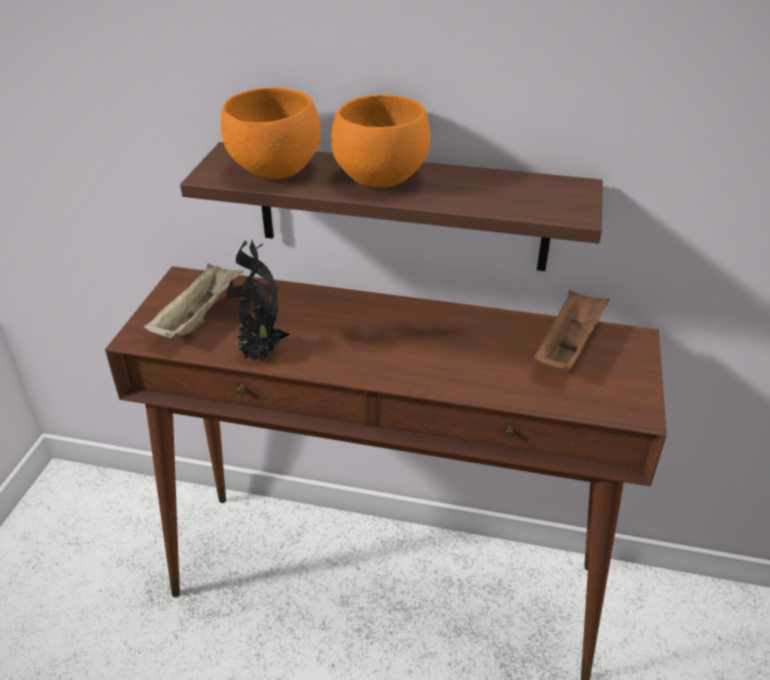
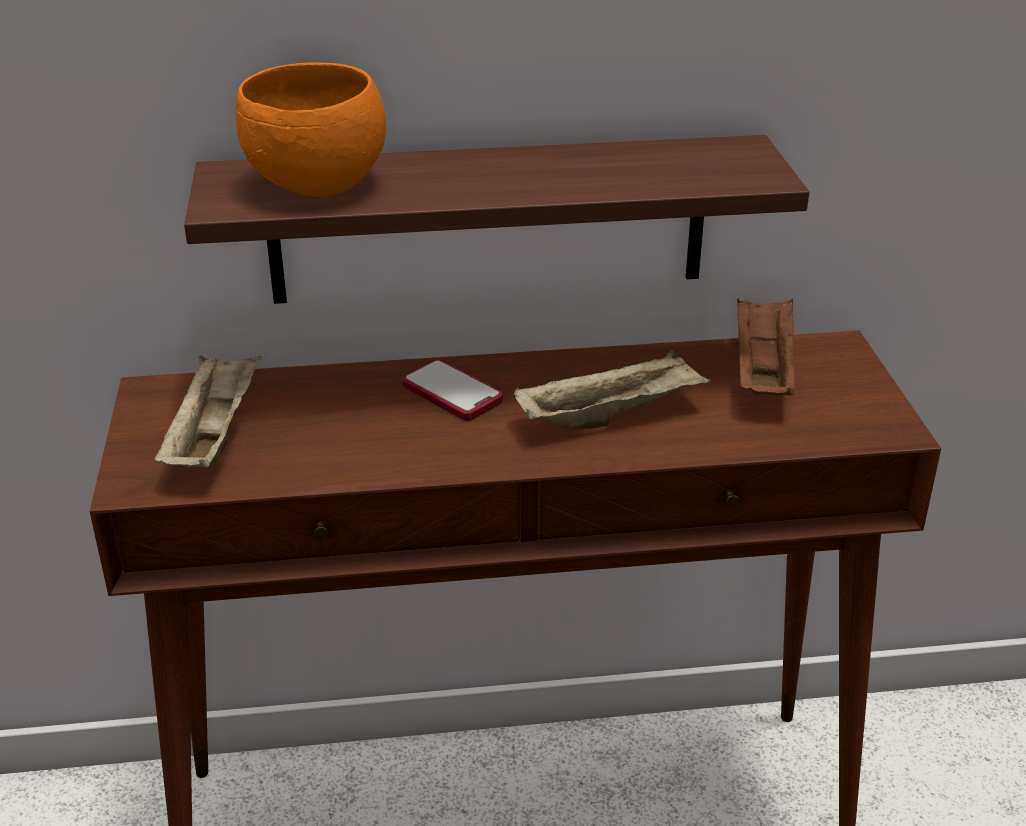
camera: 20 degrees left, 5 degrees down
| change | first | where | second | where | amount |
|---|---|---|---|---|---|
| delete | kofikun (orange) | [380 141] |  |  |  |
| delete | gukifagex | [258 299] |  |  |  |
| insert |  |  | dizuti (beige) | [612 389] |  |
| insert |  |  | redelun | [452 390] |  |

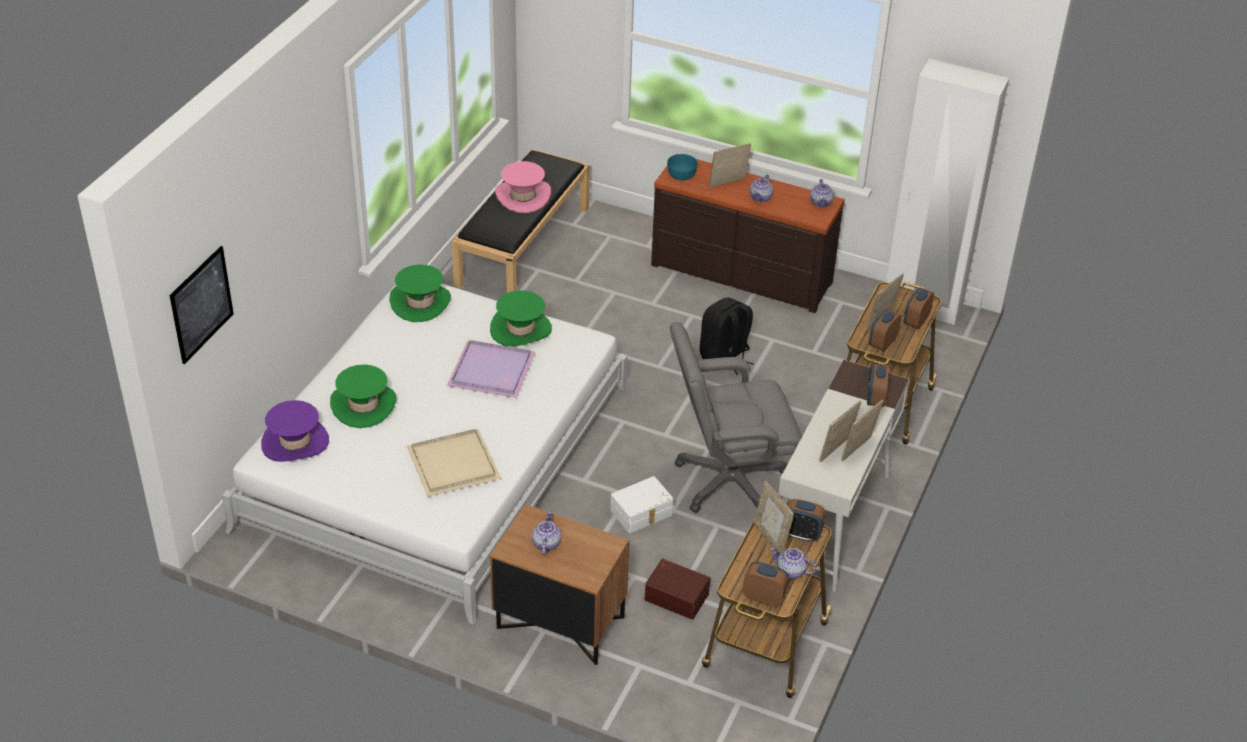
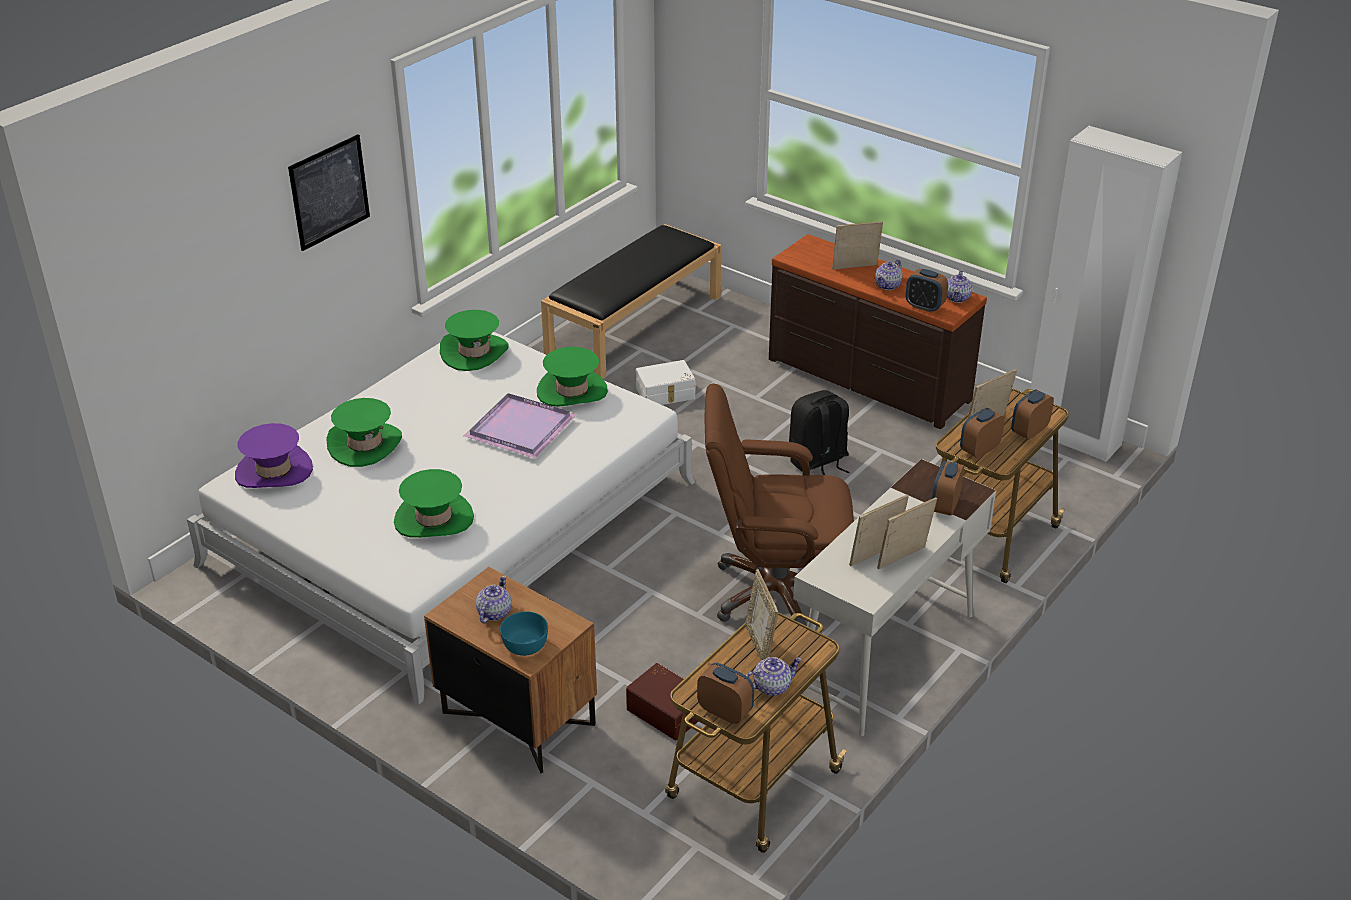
camera: 15 degrees right, 5 degrees down
| change | first | where | second | where | amount |
|---|---|---|---|---|---|
| move | kofikun (turquoise) | [682 167] |  | [524 633] |  |
| delete | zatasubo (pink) | [523 187] |  |  |  |
| move | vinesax | [201 305] |  | [329 192] |  |
| recolor | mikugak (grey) | [736 417] | mikugak (brown) | [779 504] |  |
| replace | dizuti (beige) | [453 463] | zatasubo (green) | [434 503] |  |
| move | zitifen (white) | [642 504] |  | [665 382] |  |
| move | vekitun | [806 520] |  | [927 291] |  |
| rotate | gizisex | [793 563] |  | [774 676] | 120 degrees clockwise |

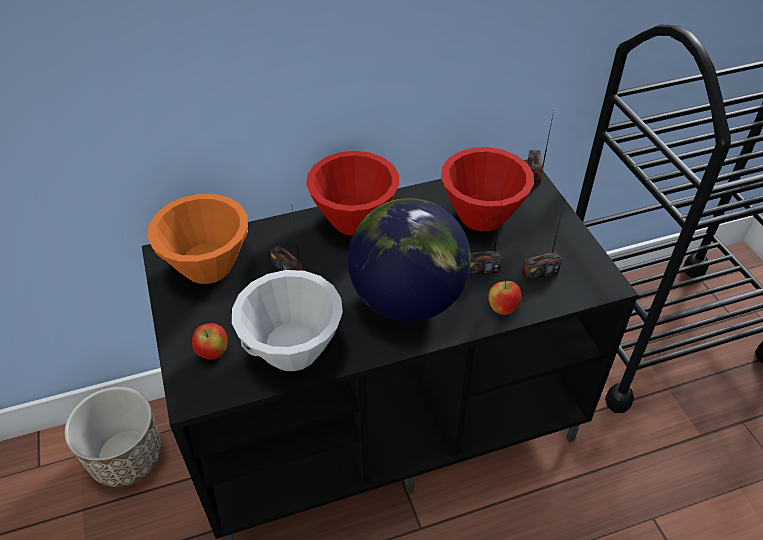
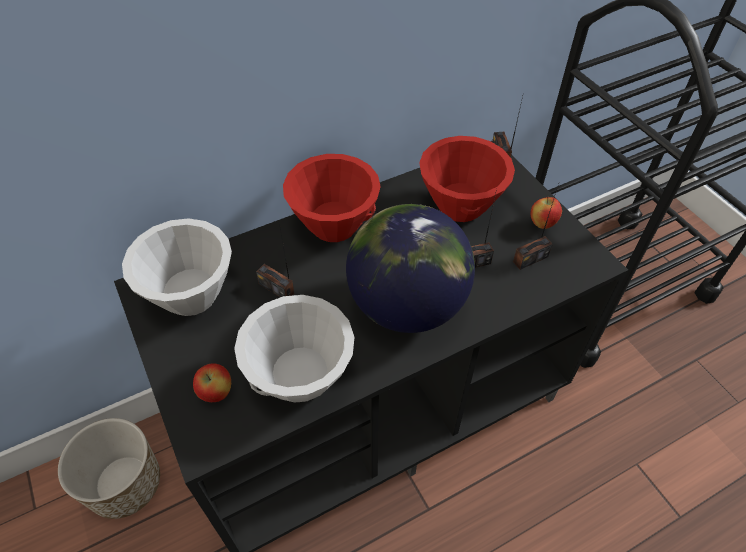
camera: 10 degrees left, 5 degrees up
| change | first | where | second | where | amount |
|---|---|---|---|---|---|
| recolor | kofikun (orange) | [197 239] | kofikun (white) | [177 267] |  |
| move | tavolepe | [505 297] |  | [546 213] |  |

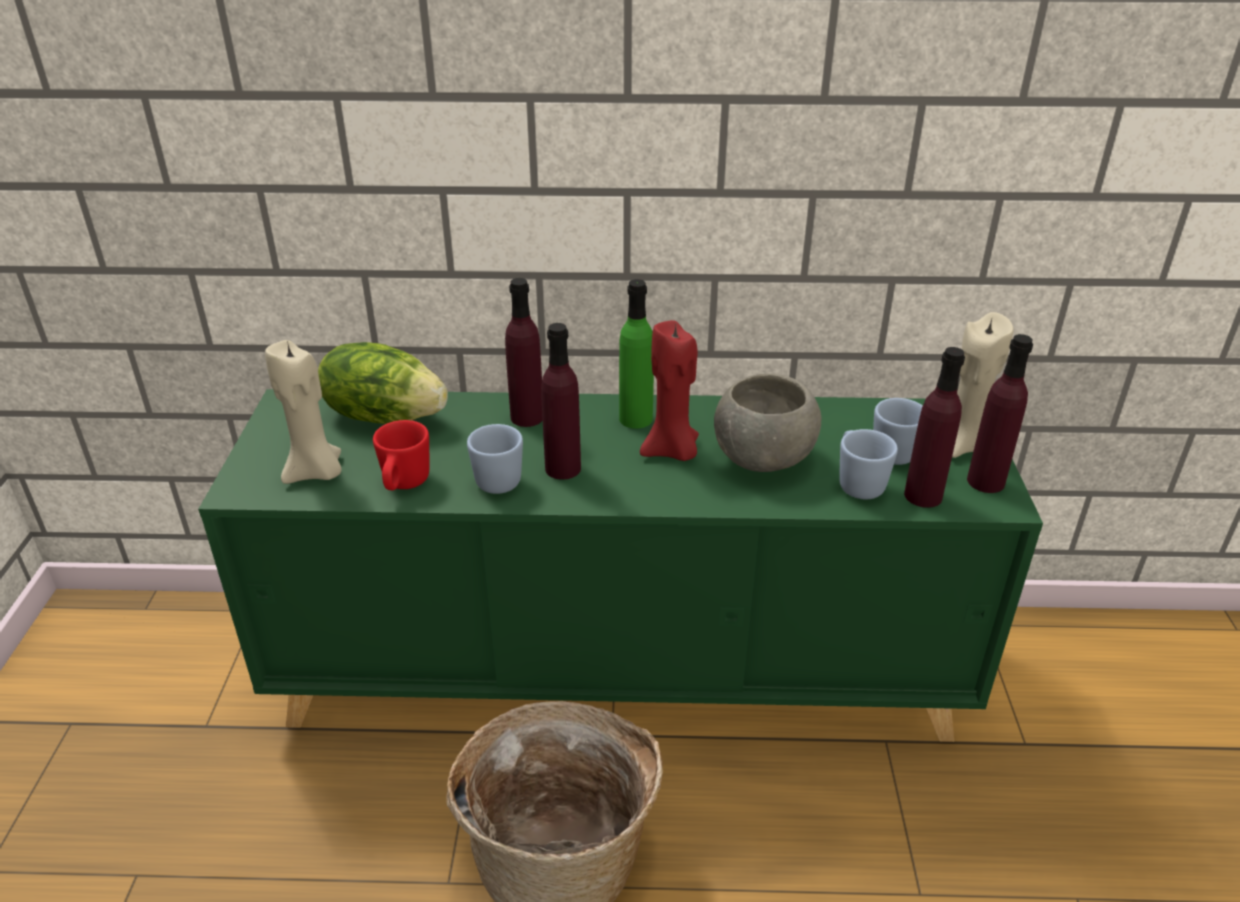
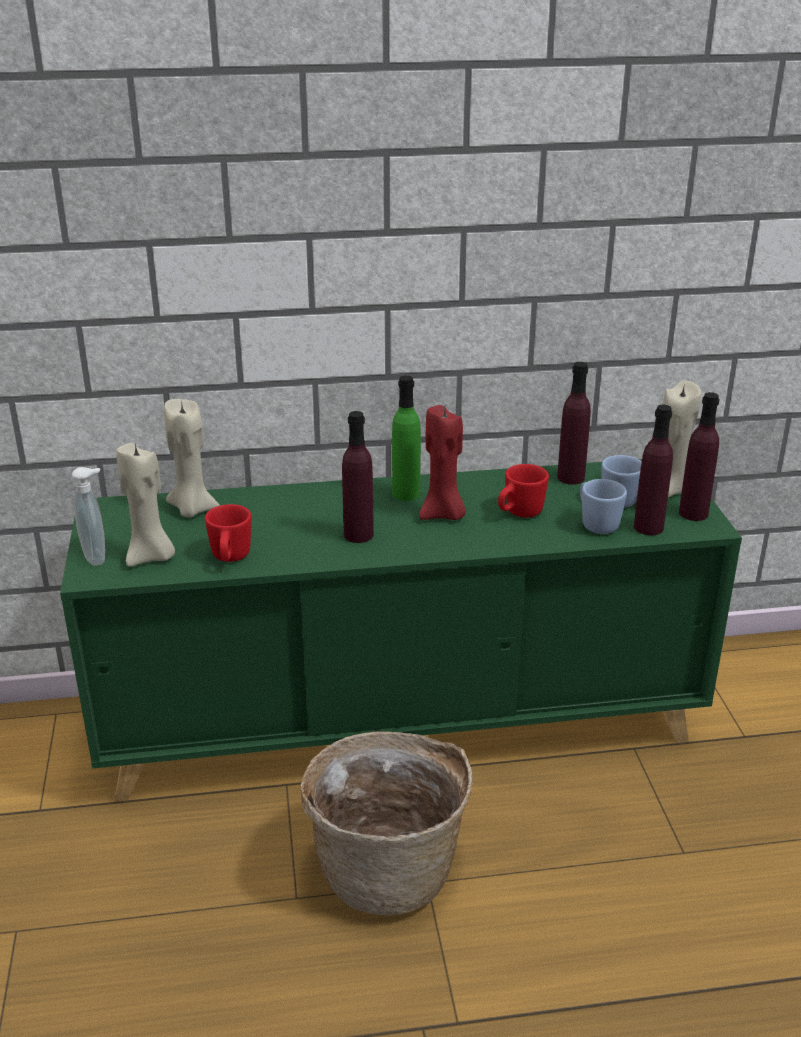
camera: 10 degrees left, 5 degrees down
| change | first | where | second | where | amount |
|---|---|---|---|---|---|
| move | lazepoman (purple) | [524 352] |  | [574 423] |  |
| replace | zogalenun | [383 383] | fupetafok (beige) | [192 458] |  |
| replace | kofikun (grey) | [768 422] | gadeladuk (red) | [523 491] |  |
| delete | gadeladuk (blue) | [495 459] |  |  |  |
| insert |  |  | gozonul | [88 516] |  |

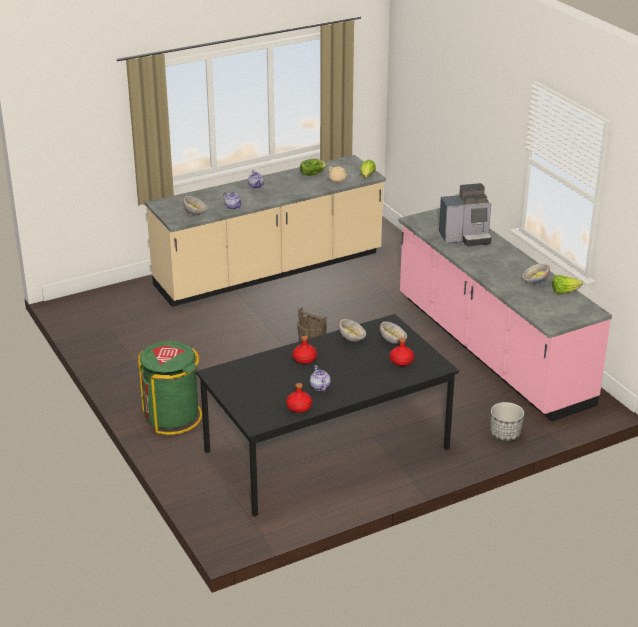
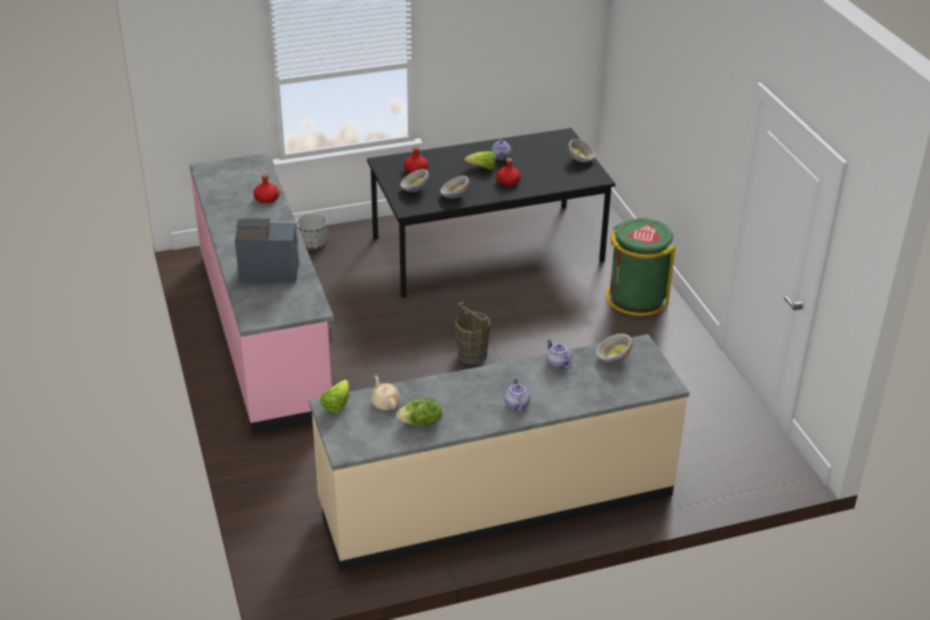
camera: 170 degrees left, 5 degrees up
| change | first | where | second | where | amount |
|---|---|---|---|---|---|
| move | kofikun | [536 273] |  | [581 150] |  |
| move | zogalenun | [567 284] |  | [480 160] |  |
| move | lazepoman (red) | [299 398] |  | [266 188] |  |

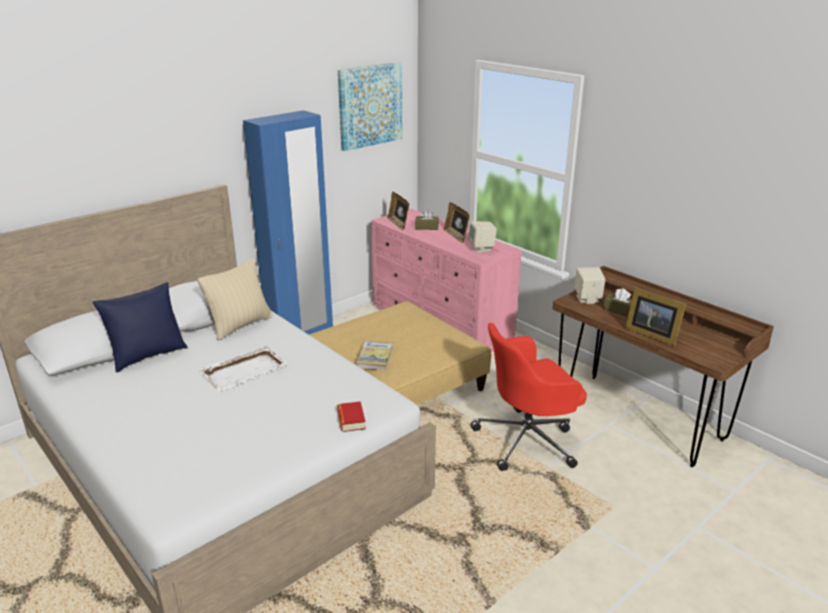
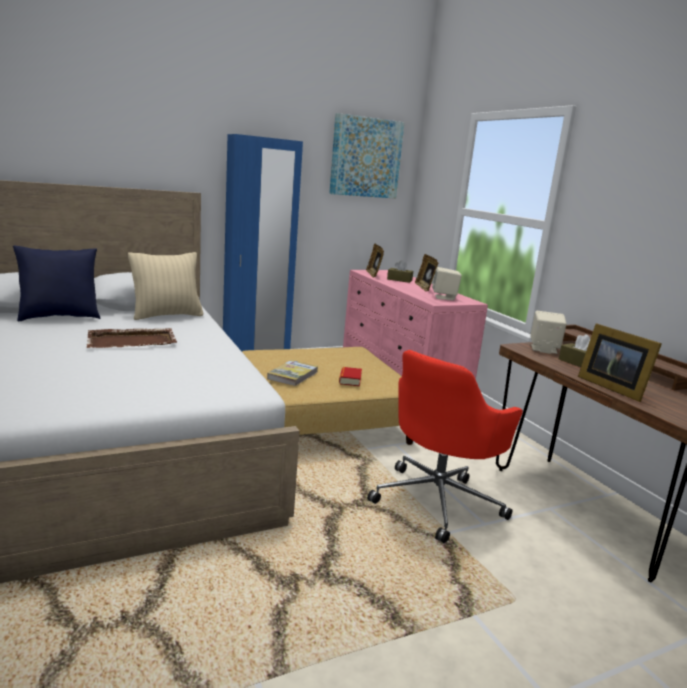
camera: 15 degrees right, 10 degrees down
| change | first | where | second | where | amount |
|---|---|---|---|---|---|
| rotate | mikugak (red) | [529 397] |  | [445 446] | 45 degrees counterclockwise |
| recolor | dizuti (white) | [243 369] | dizuti (brown) | [131 338] |  |
| move | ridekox | [351 416] |  | [350 376] |  |

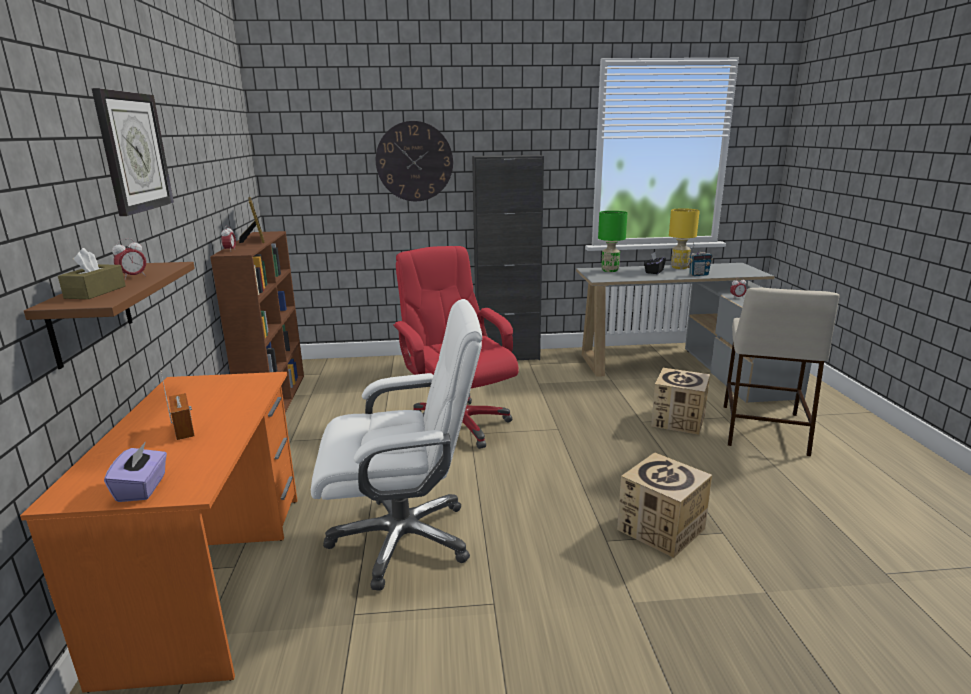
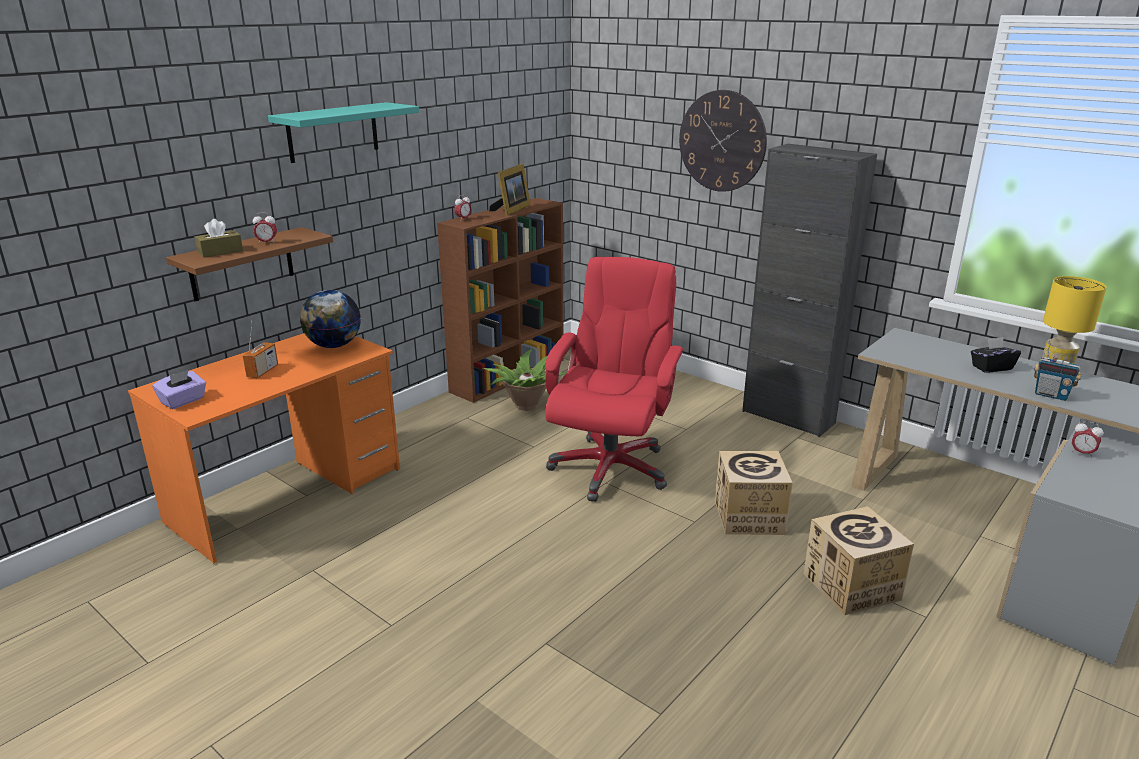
camera: 45 degrees right, 5 degrees up
| change | first | where | second | where | amount |
|---|---|---|---|---|---|
| replace | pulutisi | [132 152] | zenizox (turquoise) | [343 132] |  |
| delete | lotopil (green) | [612 241] |  |  |  |
| delete | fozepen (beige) | [781 372] |  |  |  |
| delete | mikugak (white) | [396 445] |  |  |  |
| move | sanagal | [664 505] |  | [754 493] |  |
| insert |  |  | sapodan | [330 319] |  |
| insert |  |  | gukifagex | [524 380] |  |

